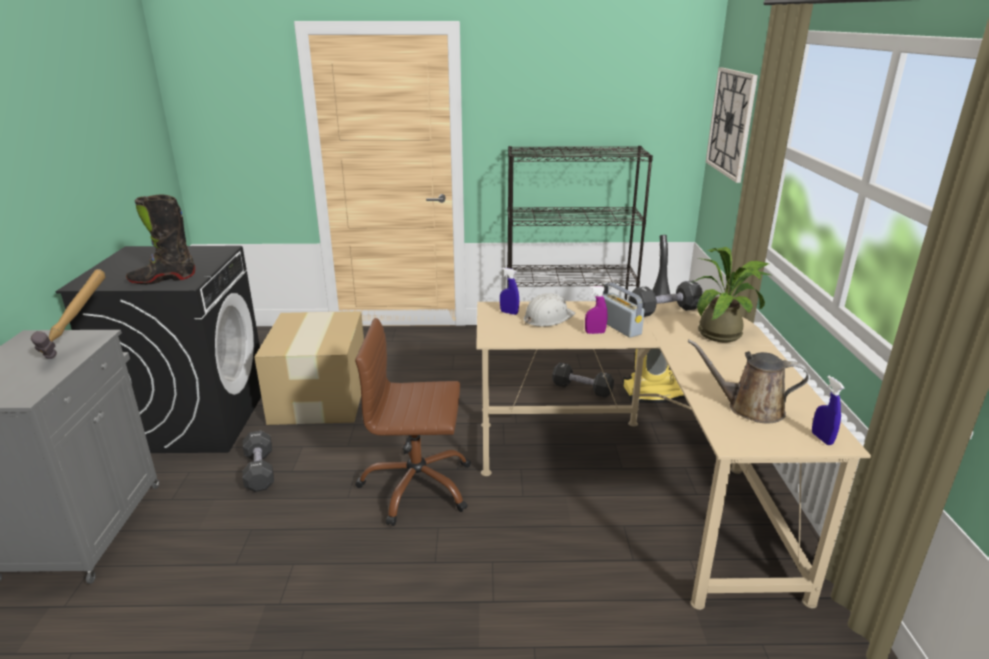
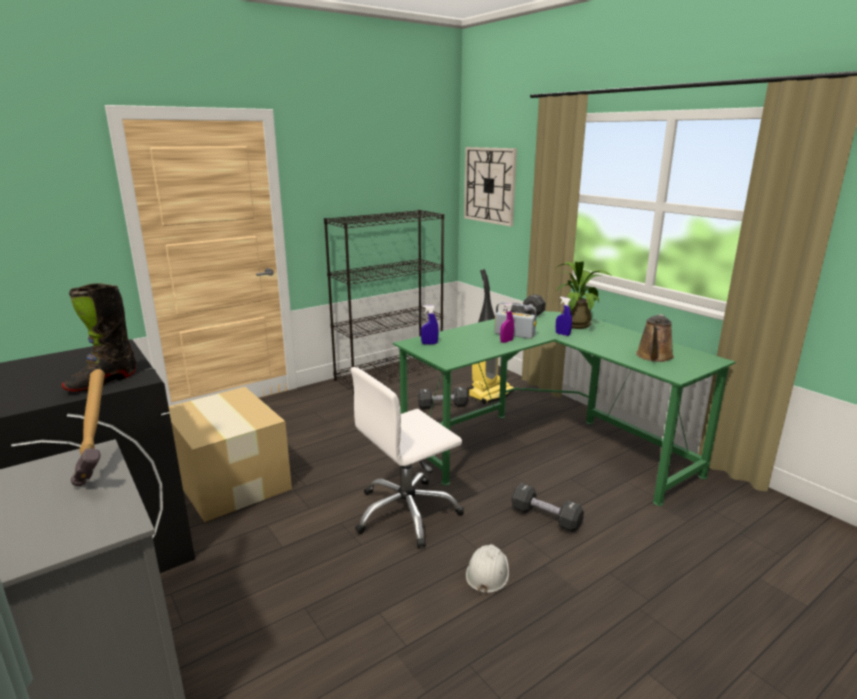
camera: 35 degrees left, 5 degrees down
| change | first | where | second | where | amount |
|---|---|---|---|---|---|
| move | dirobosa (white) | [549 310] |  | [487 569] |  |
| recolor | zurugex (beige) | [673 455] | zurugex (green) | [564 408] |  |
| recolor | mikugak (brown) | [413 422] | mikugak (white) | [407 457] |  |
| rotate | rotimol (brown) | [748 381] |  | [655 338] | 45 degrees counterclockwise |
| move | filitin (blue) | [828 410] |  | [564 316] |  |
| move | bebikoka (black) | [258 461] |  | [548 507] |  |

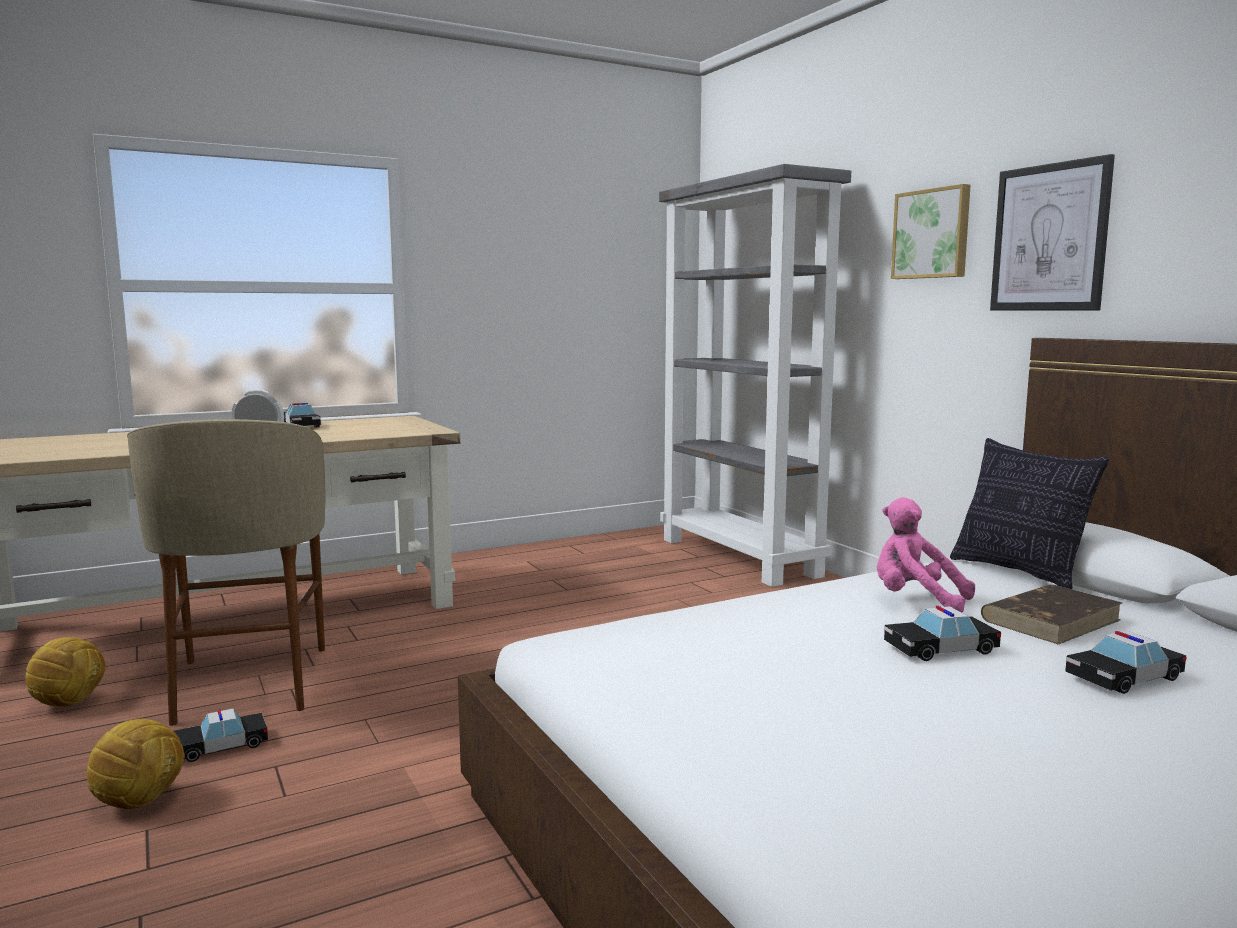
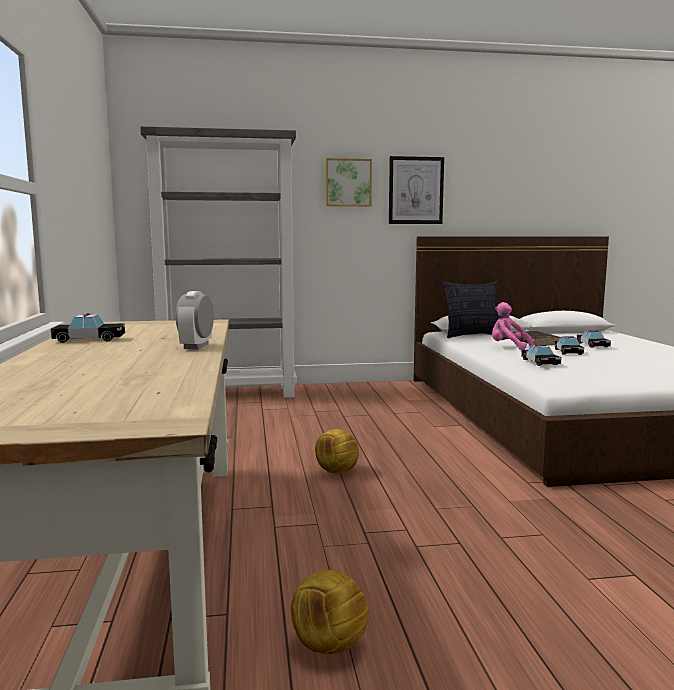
camera: 70 degrees left, 0 degrees up
| change | first | where | second | where | amount |
|---|---|---|---|---|---|
| delete | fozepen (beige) | [226 572] |  |  |  |
| rotate | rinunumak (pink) | [926 554] |  | [513 326] | 75 degrees clockwise |
| move | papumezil | [220 735] |  | [541 355] |  |
| move | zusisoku | [135 764] |  | [337 451] |  |

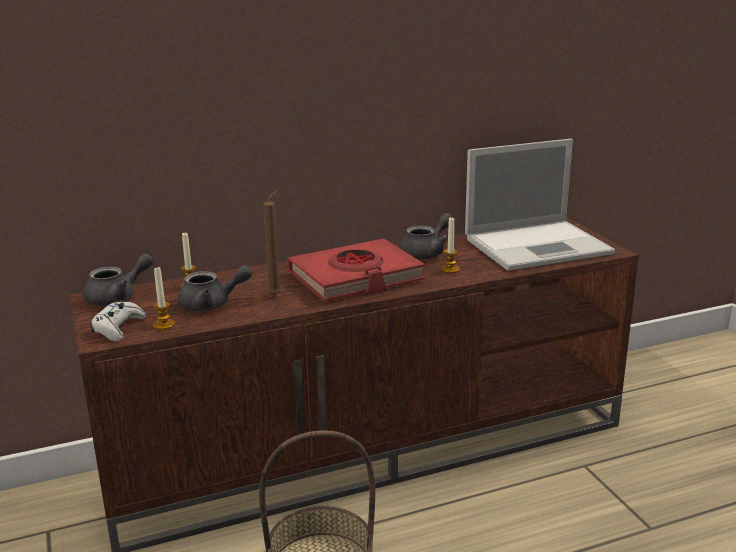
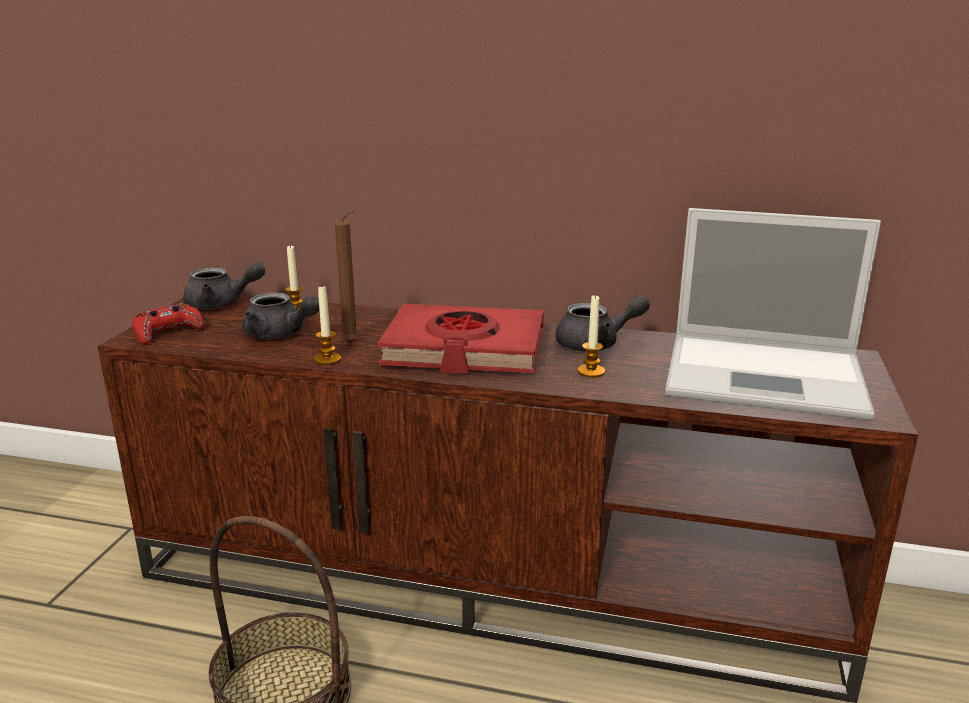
camera: 35 degrees right, 0 degrees up
| change | first | where | second | where | amount |
|---|---|---|---|---|---|
| move | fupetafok | [164 298] |  | [327 324] |  |
| recolor | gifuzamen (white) | [118 321] | gifuzamen (red) | [168 323] |  |

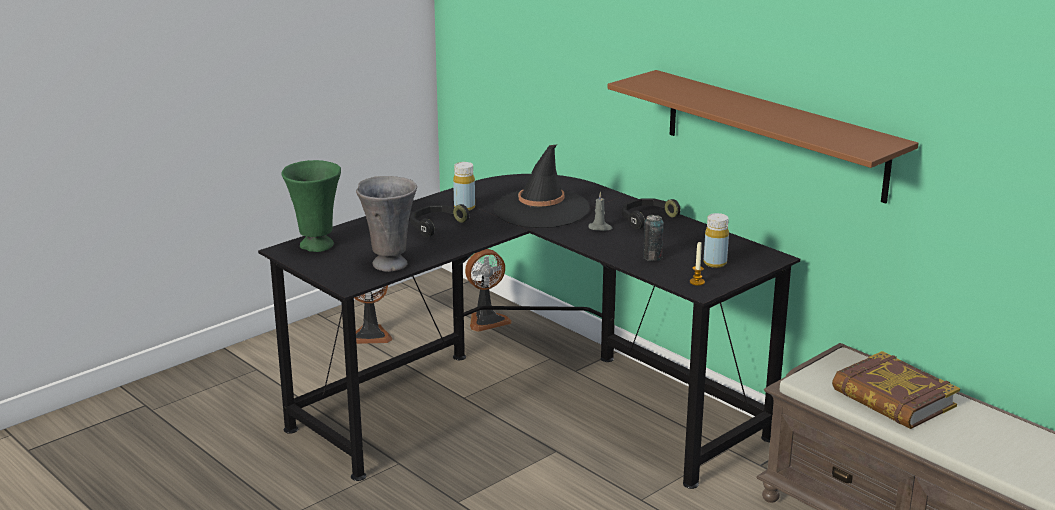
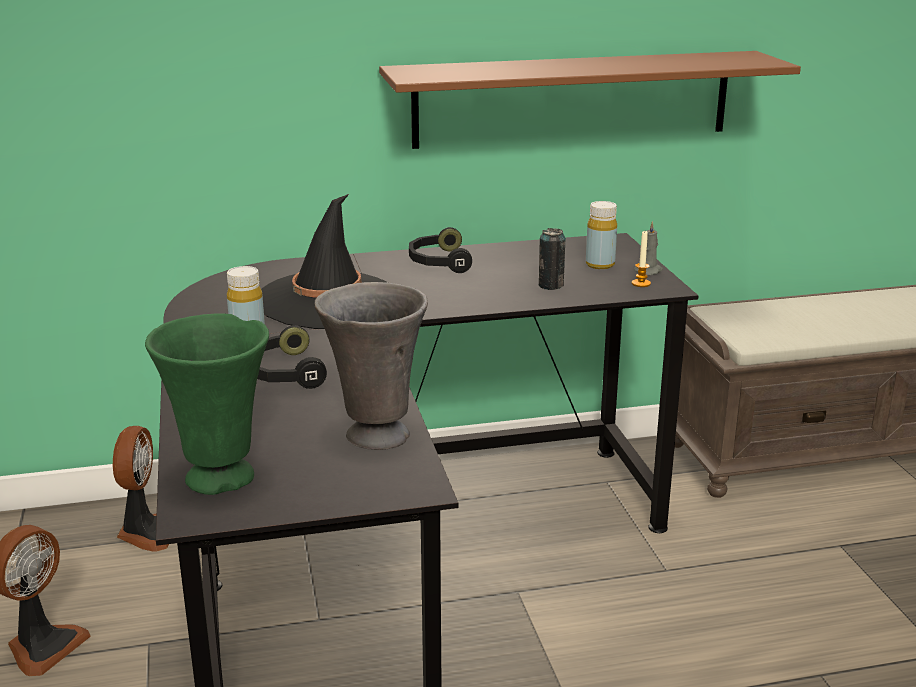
camera: 60 degrees left, 0 degrees up
| change | first | where | second | where | amount |
|---|---|---|---|---|---|
| move | fupetafok (grey) | [601 211] |  | [648 248] |  |
| delete | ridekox | [896 390] |  |  |  |

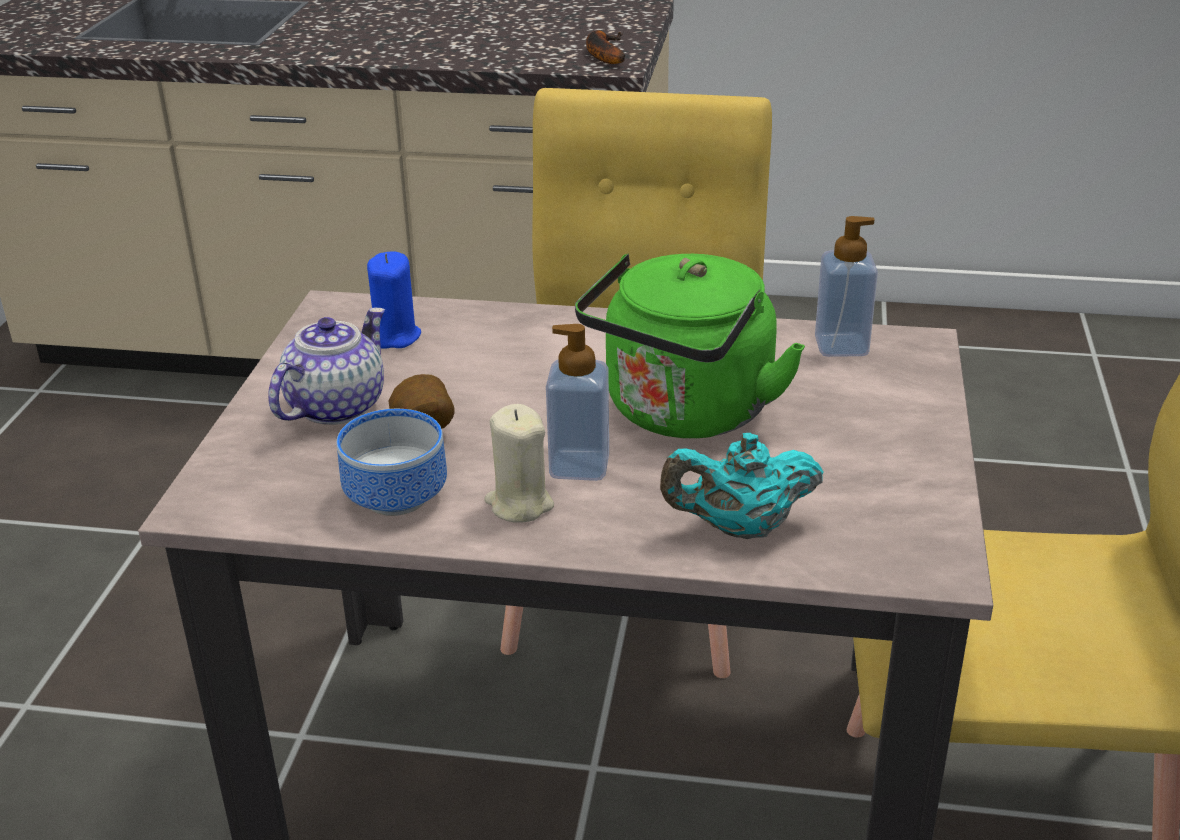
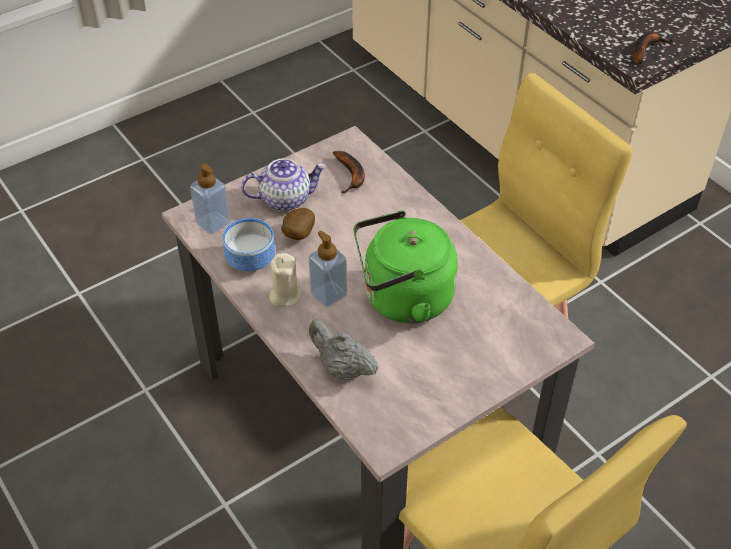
camera: 45 degrees right, 15 degrees up
| change | first | where | second | where | amount |
|---|---|---|---|---|---|
| move | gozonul | [846 286] |  | [210 199] |  |
| replace | fupetafok (blue) | [394 300] | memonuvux | [349 172] |  |
| recolor | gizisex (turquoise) | [742 486] | gizisex (grey) | [344 349] |  |

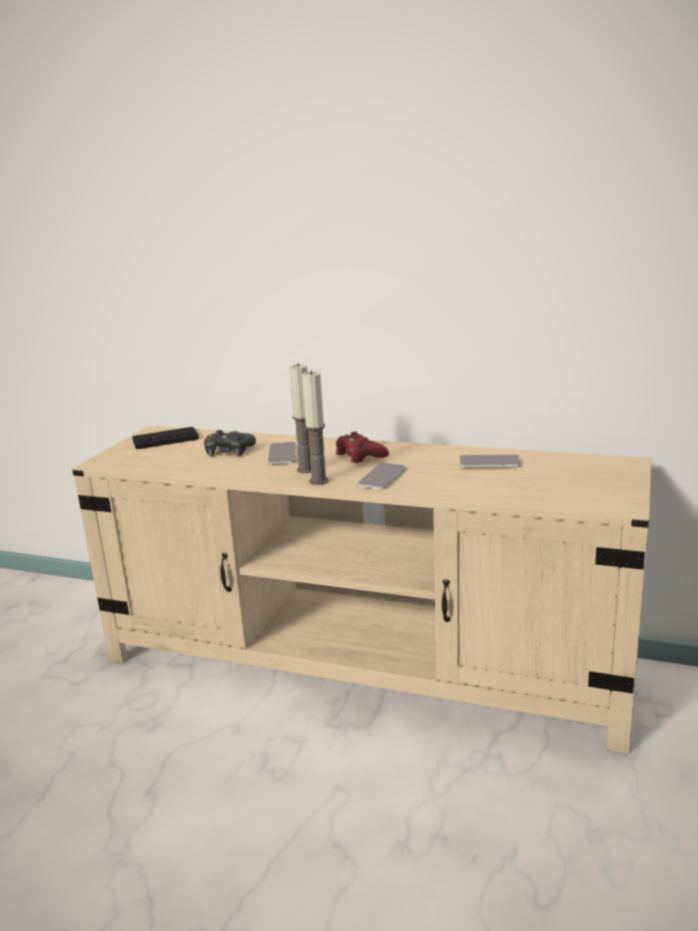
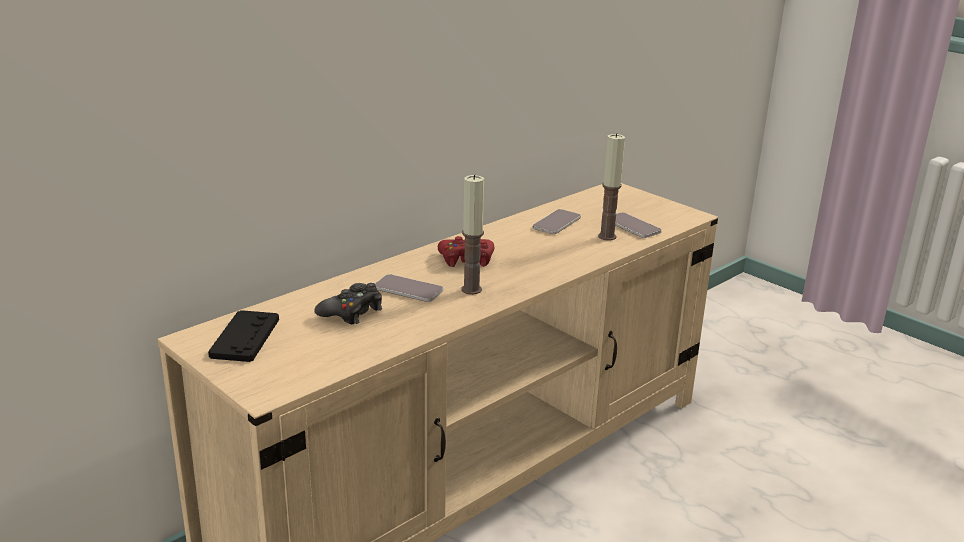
camera: 65 degrees left, 5 degrees up
| change | first | where | second | where | amount |
|---|---|---|---|---|---|
| move | fupetafok | [315 427] |  | [611 187] |  |
| move | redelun | [381 476] |  | [638 225] |  |

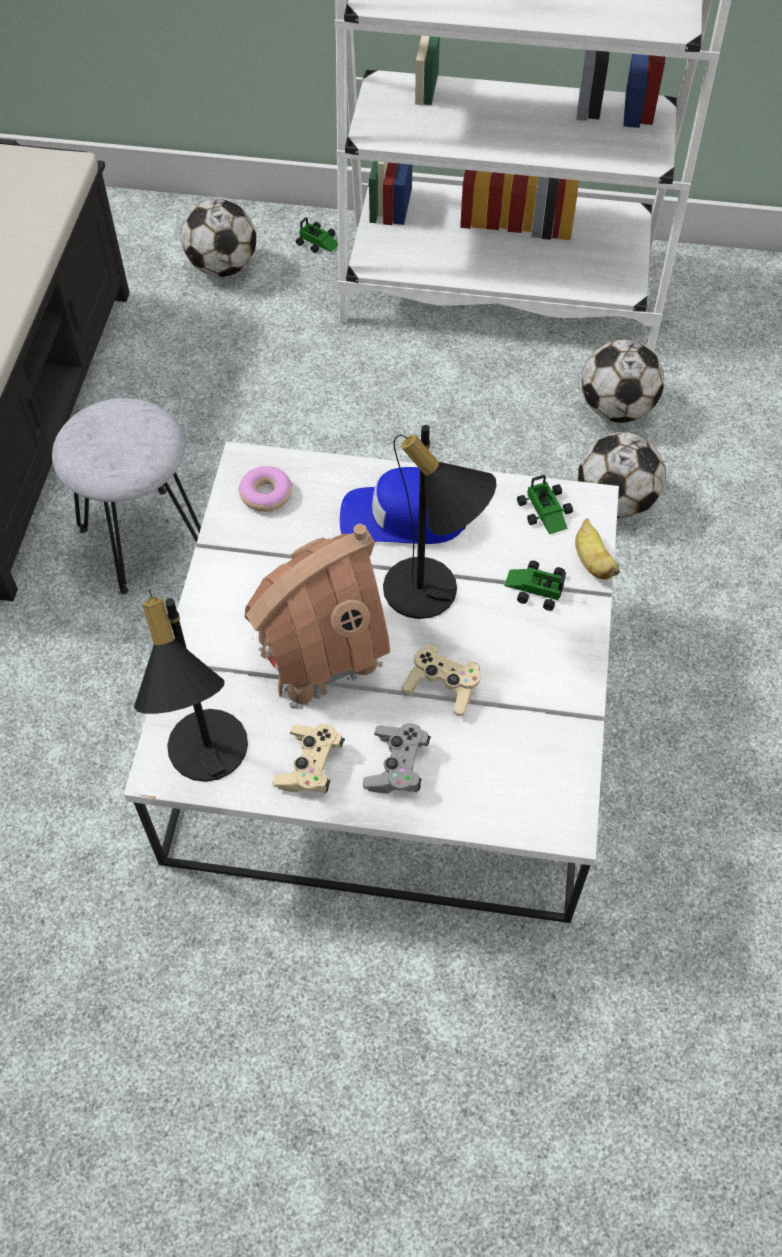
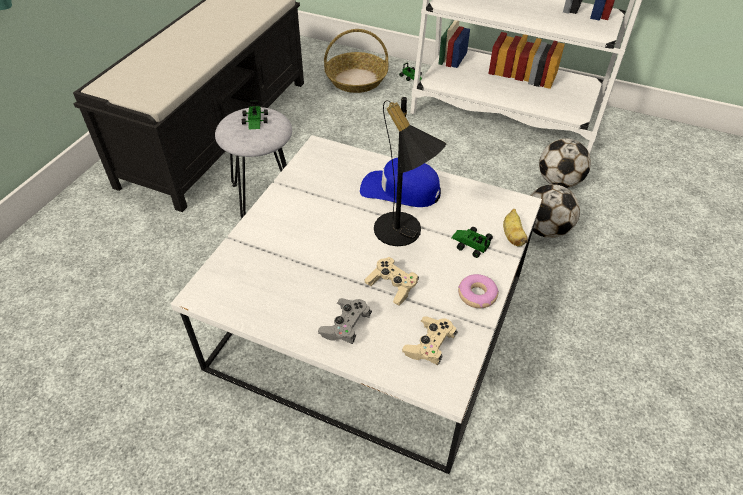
camera: 15 degrees right, 10 degrees down
| change | first | where | second | where | amount |
|---|---|---|---|---|---|
| replace | zusisoku | [218 238] | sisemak | [356 61] |  |
| move | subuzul | [265 489] |  | [478 291] |  |
| move | papumezil | [545 504] |  | [255 115] |  |
| delete | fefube | [317 617] |  |  |  |
| delete | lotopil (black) | [191 685] |  |  |  |
| move | gifuzamen (beige) | [308 759] |  | [430 340] |  |

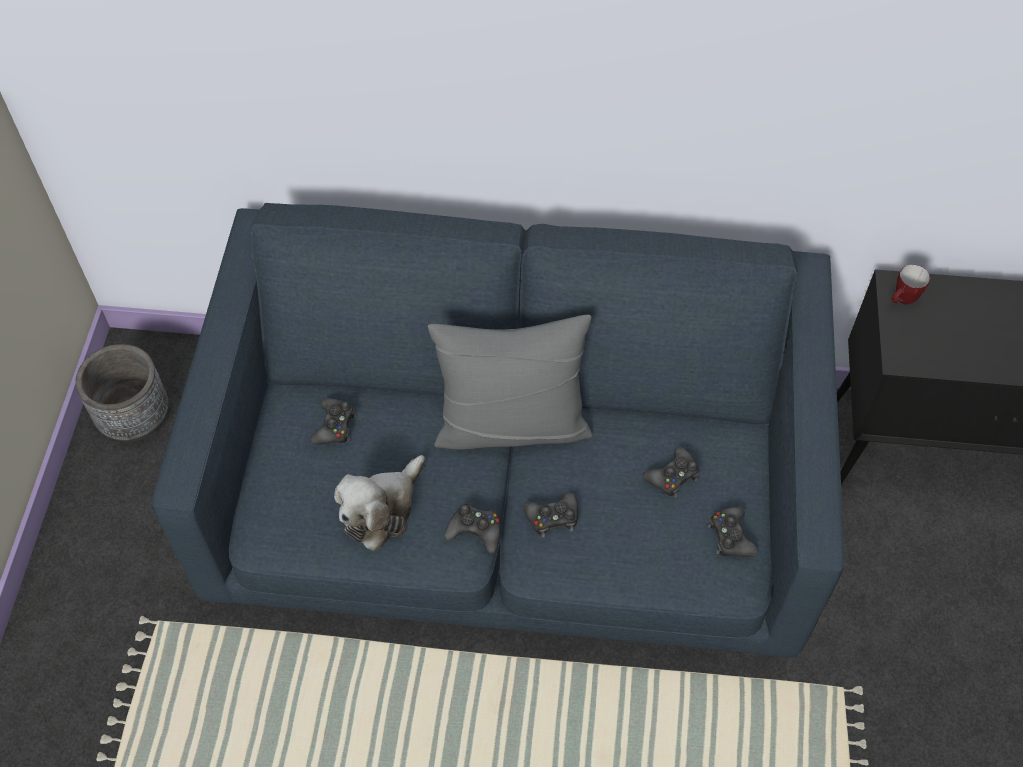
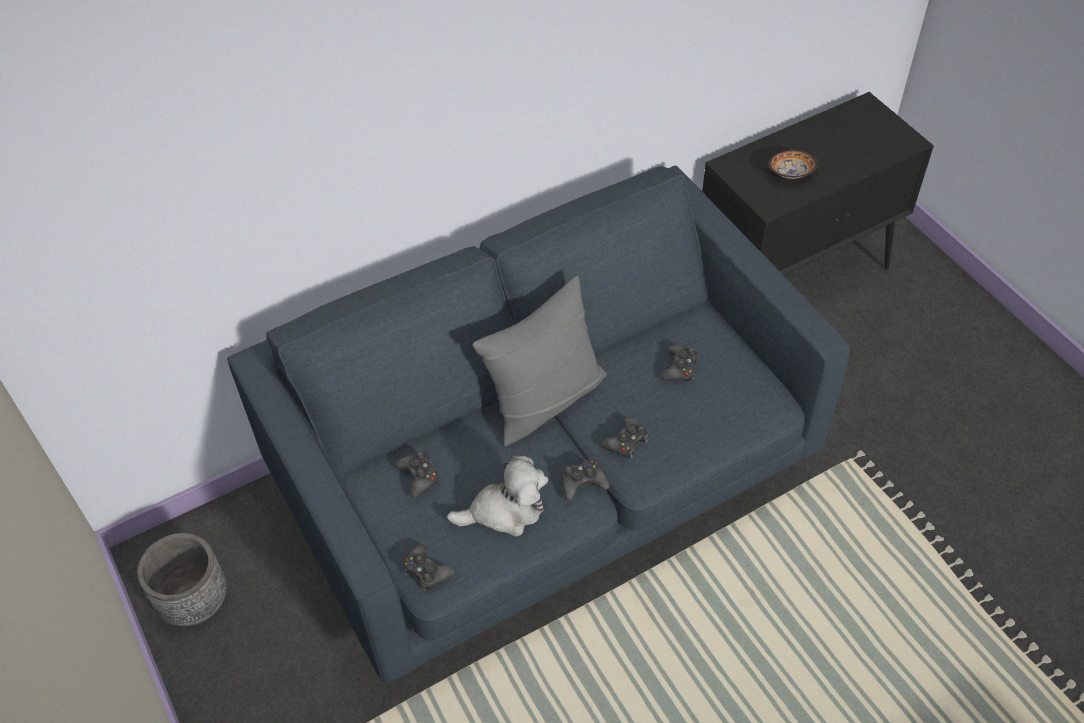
camera: 35 degrees left, 5 degrees down
| change | first | where | second | where | amount |
|---|---|---|---|---|---|
| delete | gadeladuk | [911 285] |  |  |  |
| rotate | rinunumak | [379 503] |  | [497 496] | 105 degrees counterclockwise |
| move | gifuzamen (black) | [733 531] |  | [429 568] |  |
| insert |  |  | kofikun | [793 164] |  |

